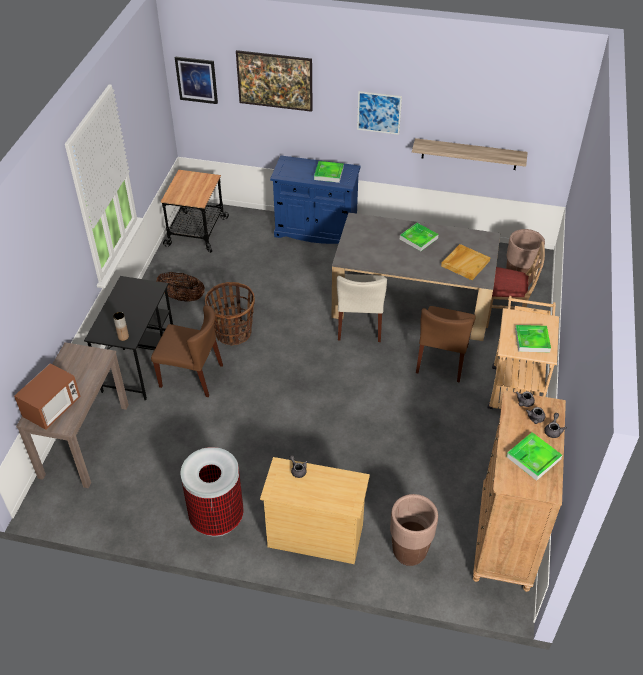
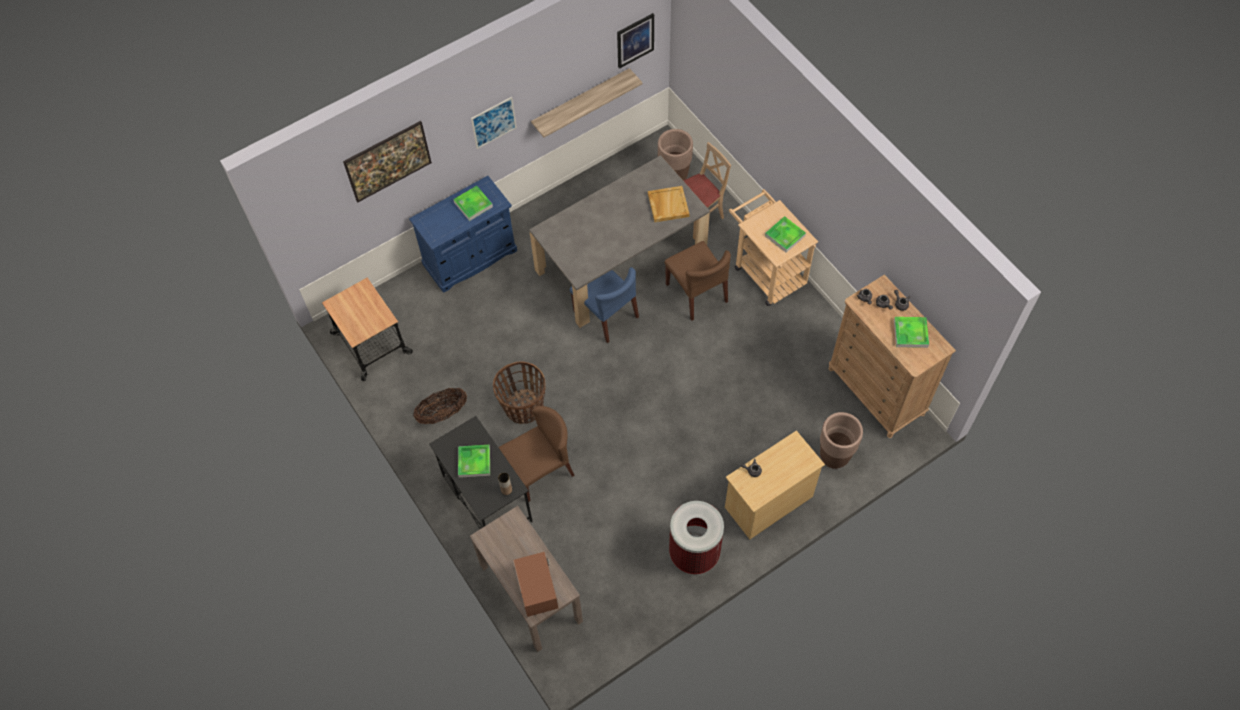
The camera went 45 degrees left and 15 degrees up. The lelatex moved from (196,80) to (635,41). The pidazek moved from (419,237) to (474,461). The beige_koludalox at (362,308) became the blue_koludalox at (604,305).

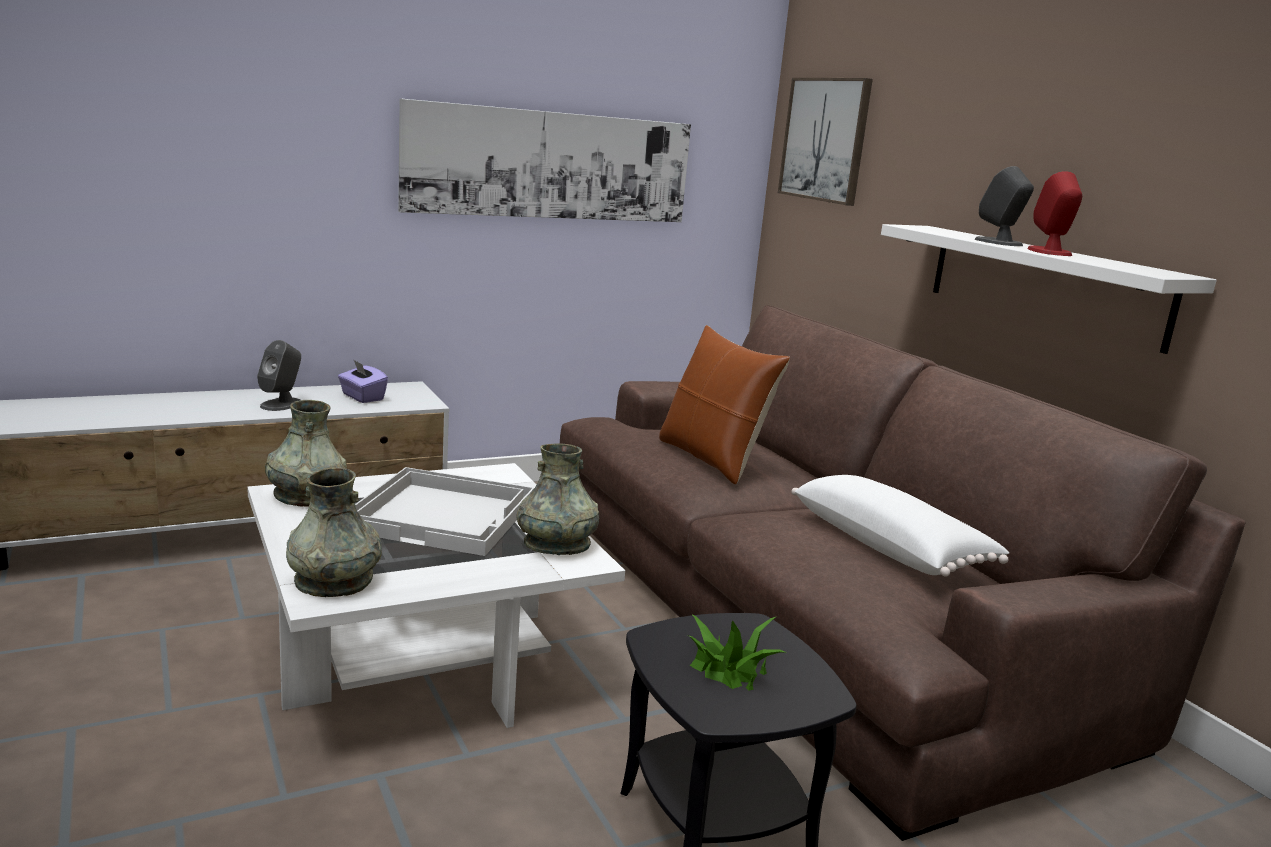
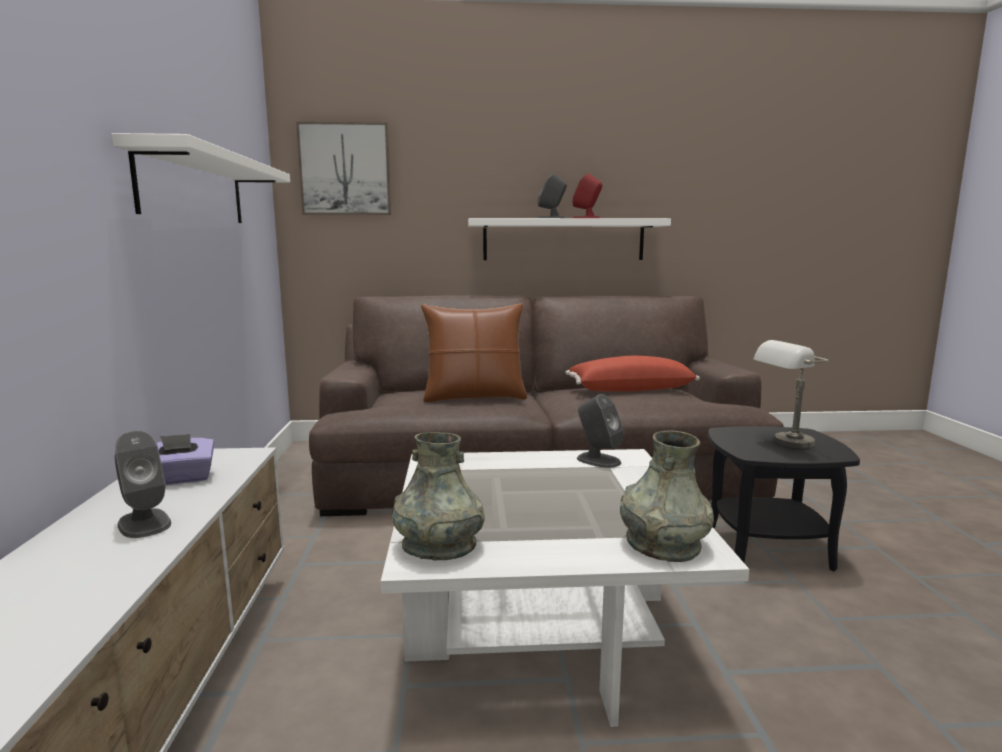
The camera went 65 degrees left and 5 degrees down. The white_pidazek at (444,511) disappeared. The lelatex at (544,160) was replaced by the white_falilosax at (201,178). The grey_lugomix at (558,499) was replaced by the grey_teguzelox at (600,431). The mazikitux at (737,652) was replaced by the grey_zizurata at (791,394). The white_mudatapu at (900,526) became the red_mudatapu at (632,374).

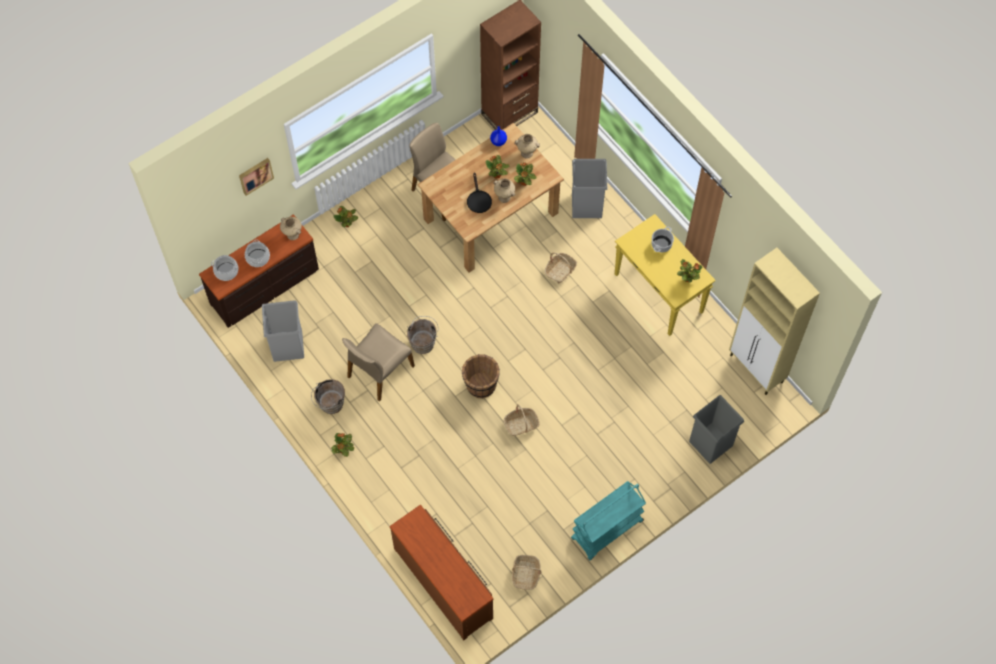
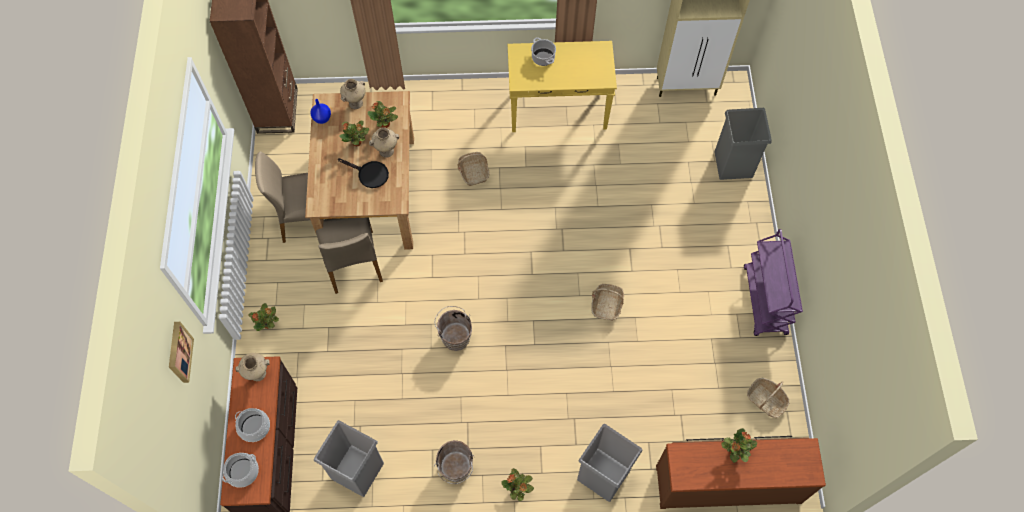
The camera went 55 degrees left and 0 degrees up. The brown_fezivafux at (481,376) disappeared. The beige_koludalox moved from (378,362) to (349,255). The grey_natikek moved from (589,188) to (610,463). The mazikitux moved from (689,271) to (739,445). The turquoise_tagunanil at (608,521) became the purple_tagunanil at (773,282).

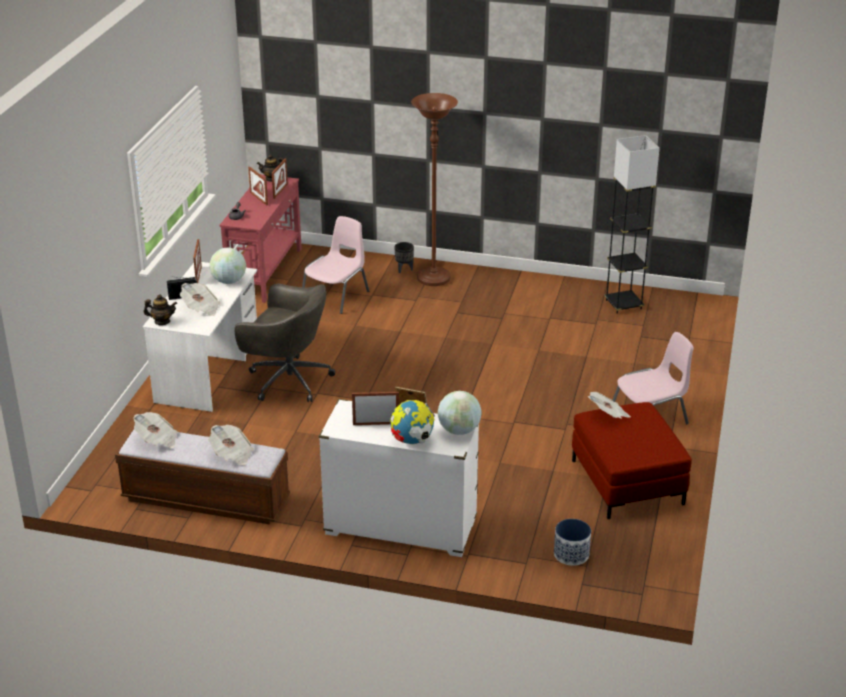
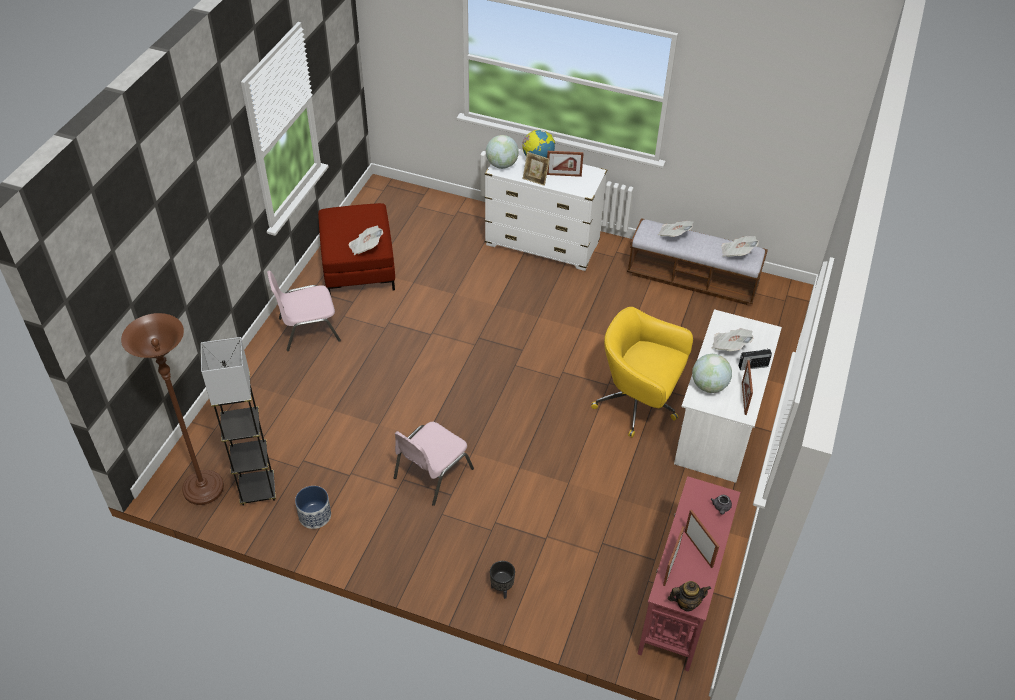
The camera went 175 degrees left and 15 degrees up. The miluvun at (160,310) disappeared. The pink_koludalox moved from (335,265) to (434,464). The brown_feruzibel moved from (434,189) to (172,409). The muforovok moved from (572,542) to (313,507). The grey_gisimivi at (285,343) became the yellow_gisimivi at (642,372).

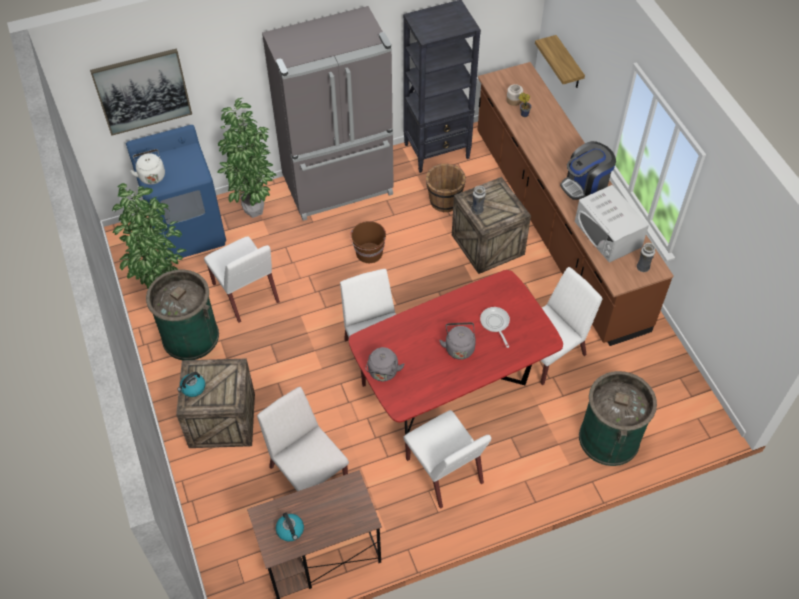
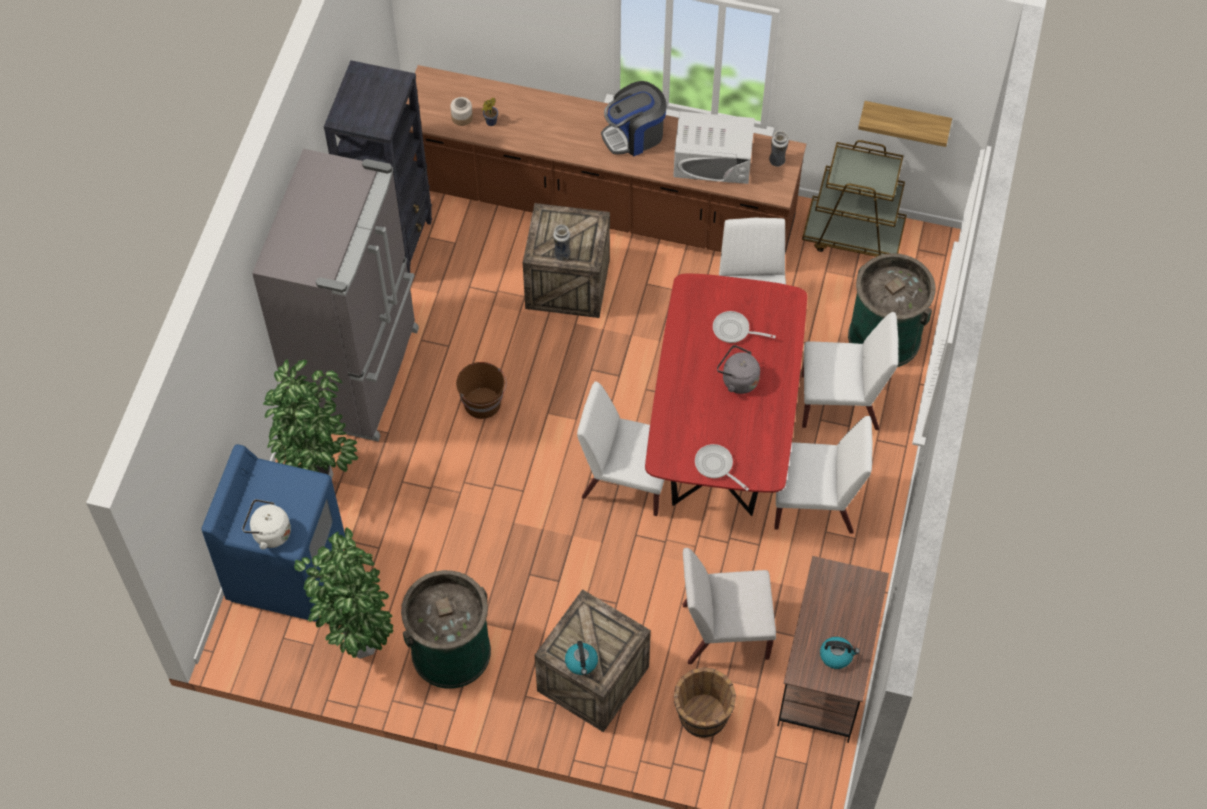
The camera went 55 degrees left and 5 degrees up. The lelatex at (141,92) disappeared. The brown_tagunanil at (854,198) appeared. The white_koludalox moved from (242,279) to (850,371). The brown_fezivafux moved from (446,188) to (705,702). The falilosax moved from (560,61) to (905,124). The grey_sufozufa at (385,364) was replaced by the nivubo at (722,467). The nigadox at (588,170) turned 60 degrees clockwise.

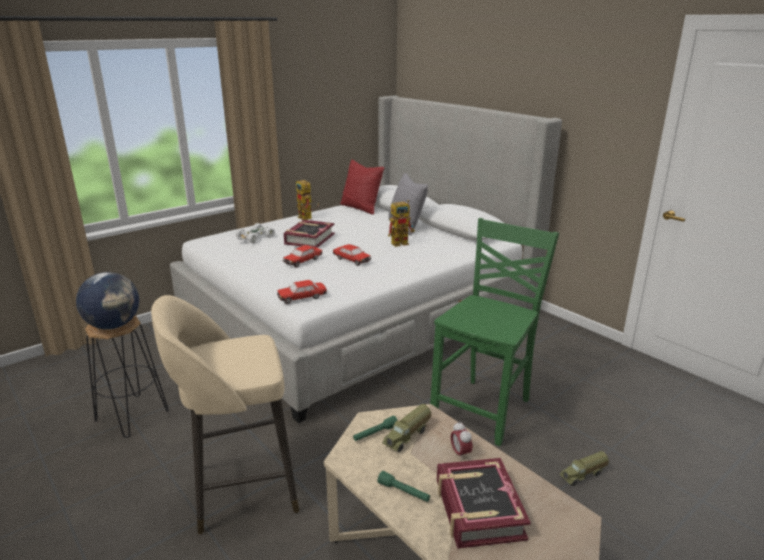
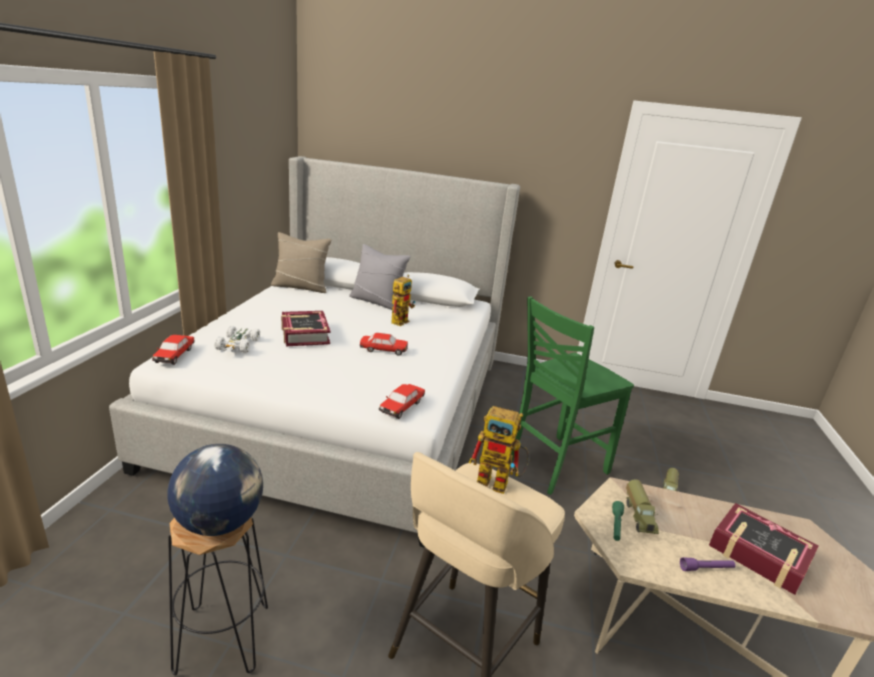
The camera went 40 degrees left and 0 degrees up. The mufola at (462,441) disappeared. The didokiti moved from (302,256) to (173,350). The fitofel moved from (307,200) to (499,450). The red_mudatapu at (362,187) became the beige_mudatapu at (301,262). The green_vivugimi at (403,486) became the purple_vivugimi at (708,564). The green_koludalox at (494,332) turned 120 degrees counterclockwise.

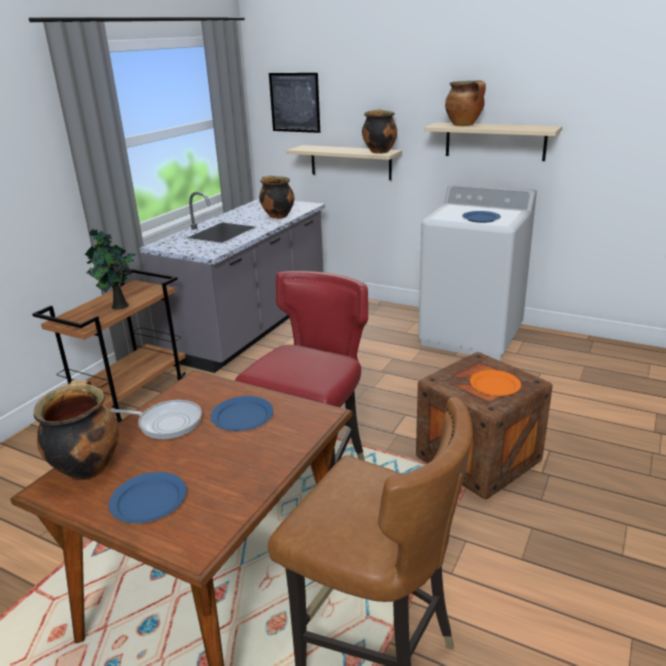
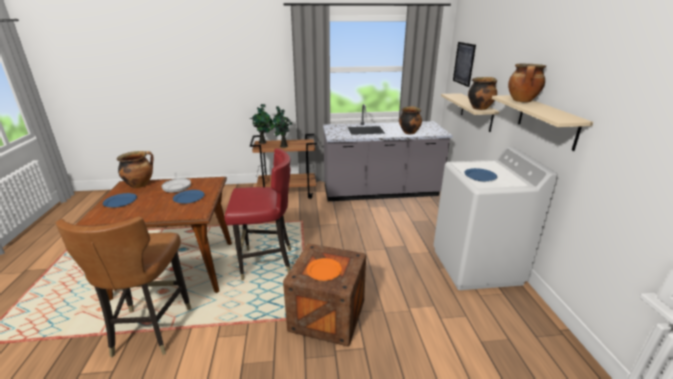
The camera went 55 degrees right and 0 degrees up. The mazikitux at (261,124) appeared.

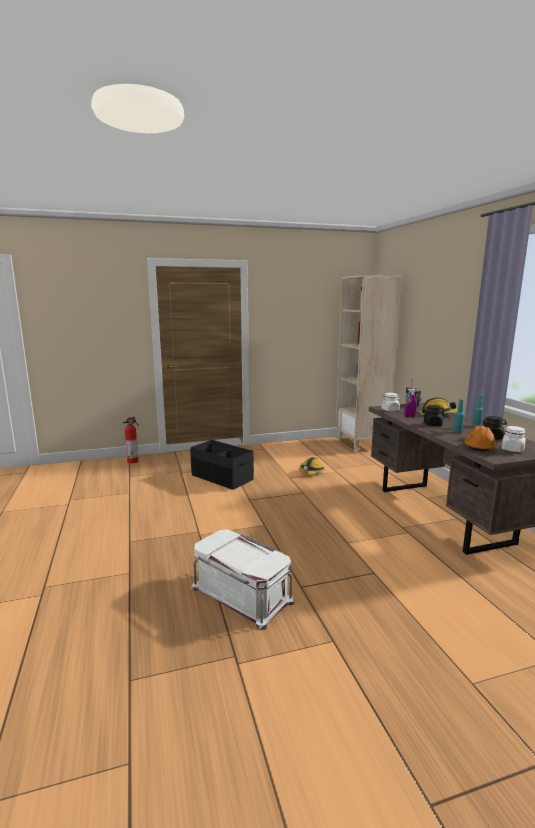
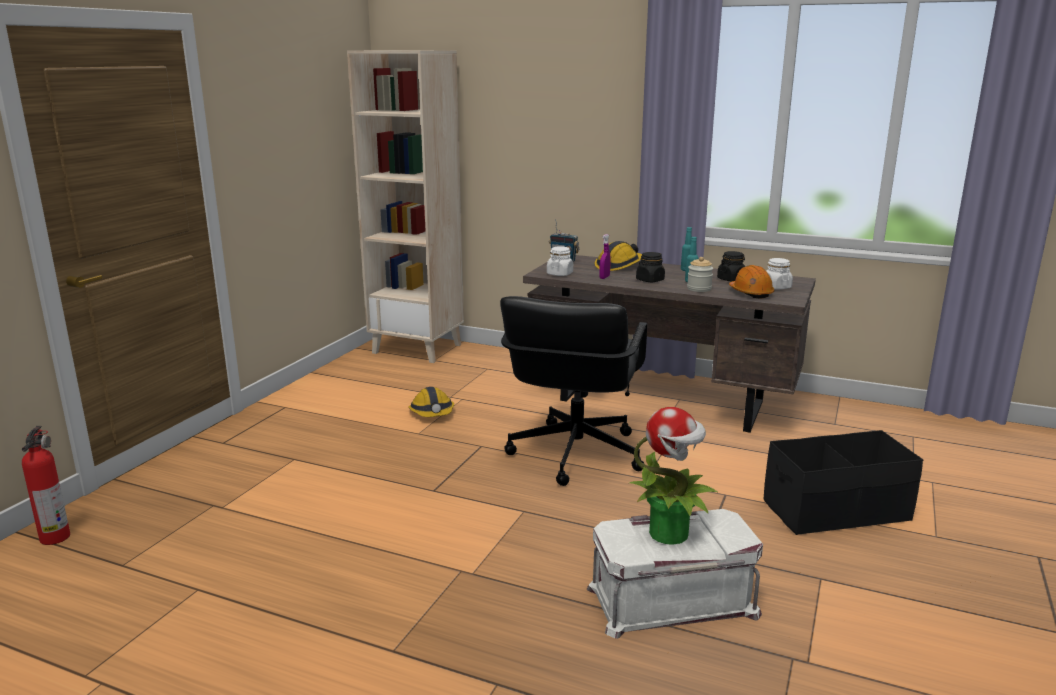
The camera went 50 degrees left and 5 degrees up. The black_gisimivi at (573,391) appeared. The mazikitux at (673,476) appeared. The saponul at (700,274) appeared. The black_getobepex moved from (222,465) to (843,482).

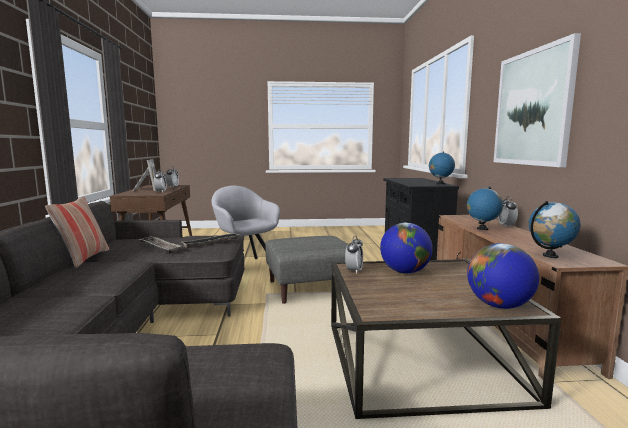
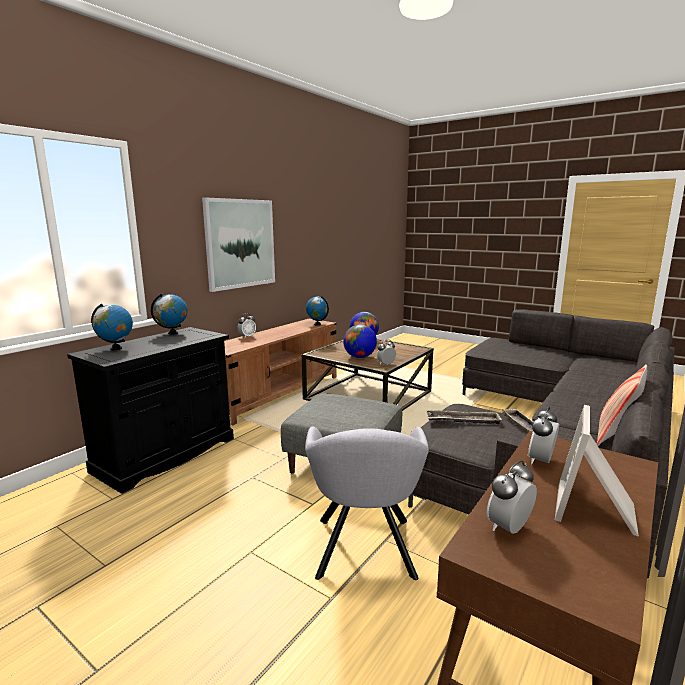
The camera went 140 degrees left and 5 degrees up. The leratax moved from (485,208) to (112,327).

